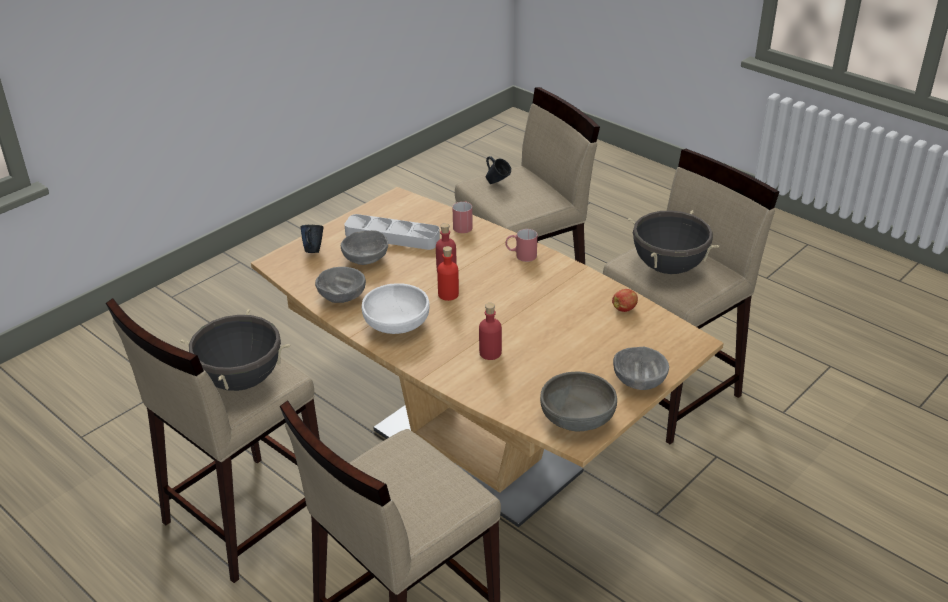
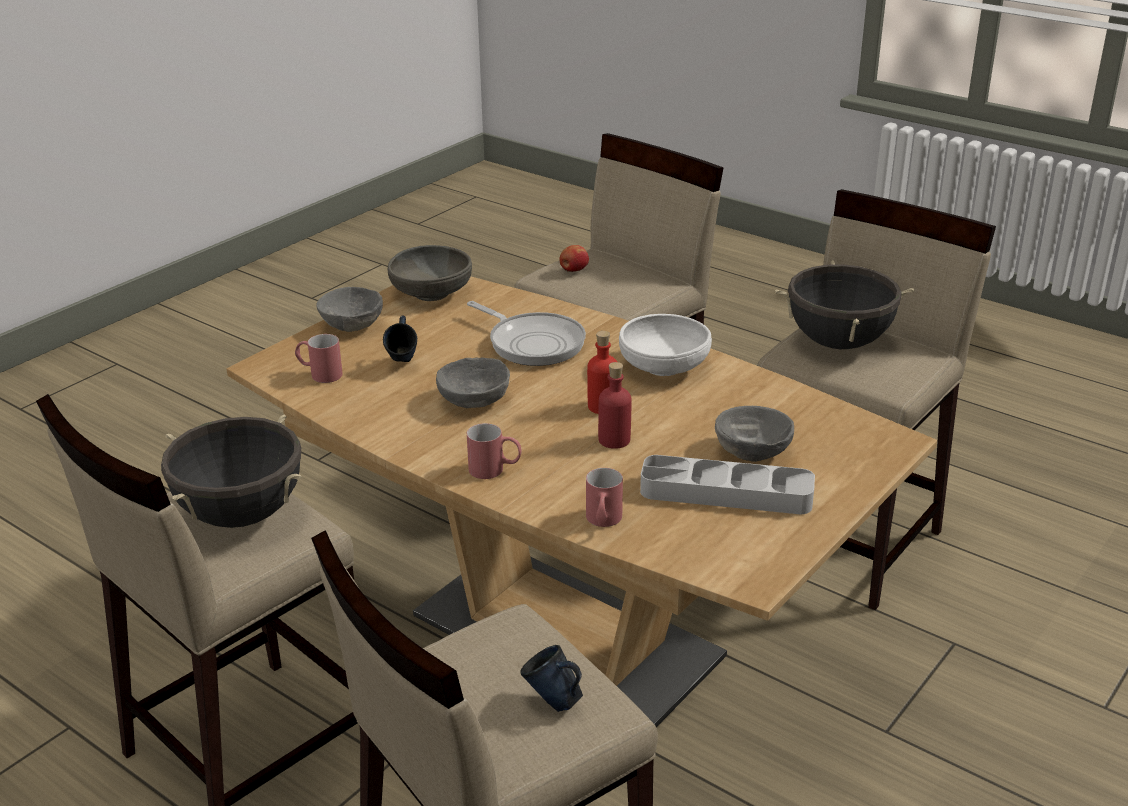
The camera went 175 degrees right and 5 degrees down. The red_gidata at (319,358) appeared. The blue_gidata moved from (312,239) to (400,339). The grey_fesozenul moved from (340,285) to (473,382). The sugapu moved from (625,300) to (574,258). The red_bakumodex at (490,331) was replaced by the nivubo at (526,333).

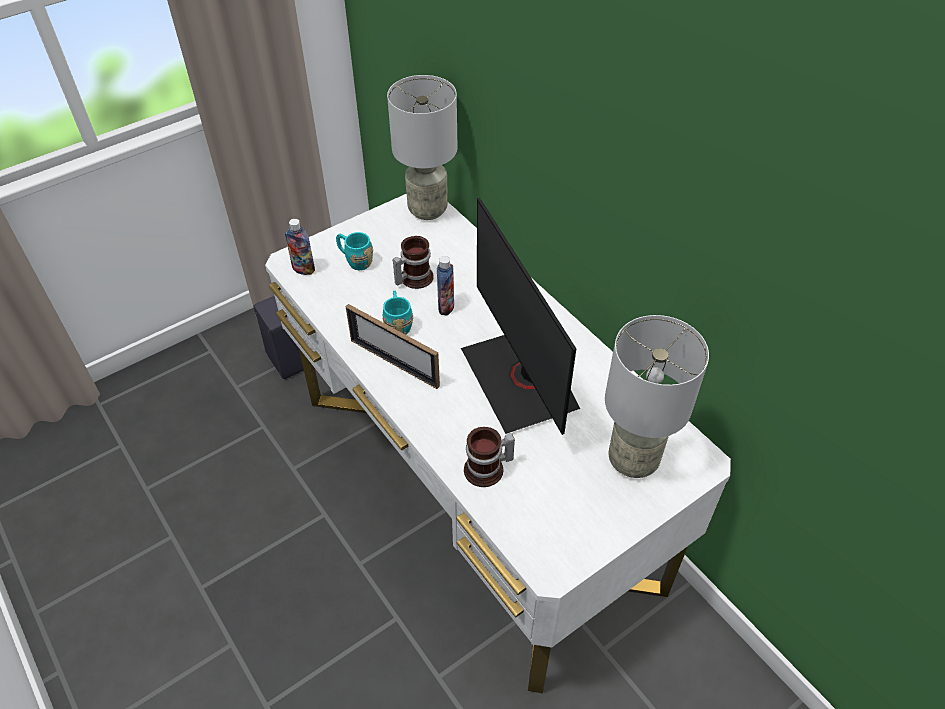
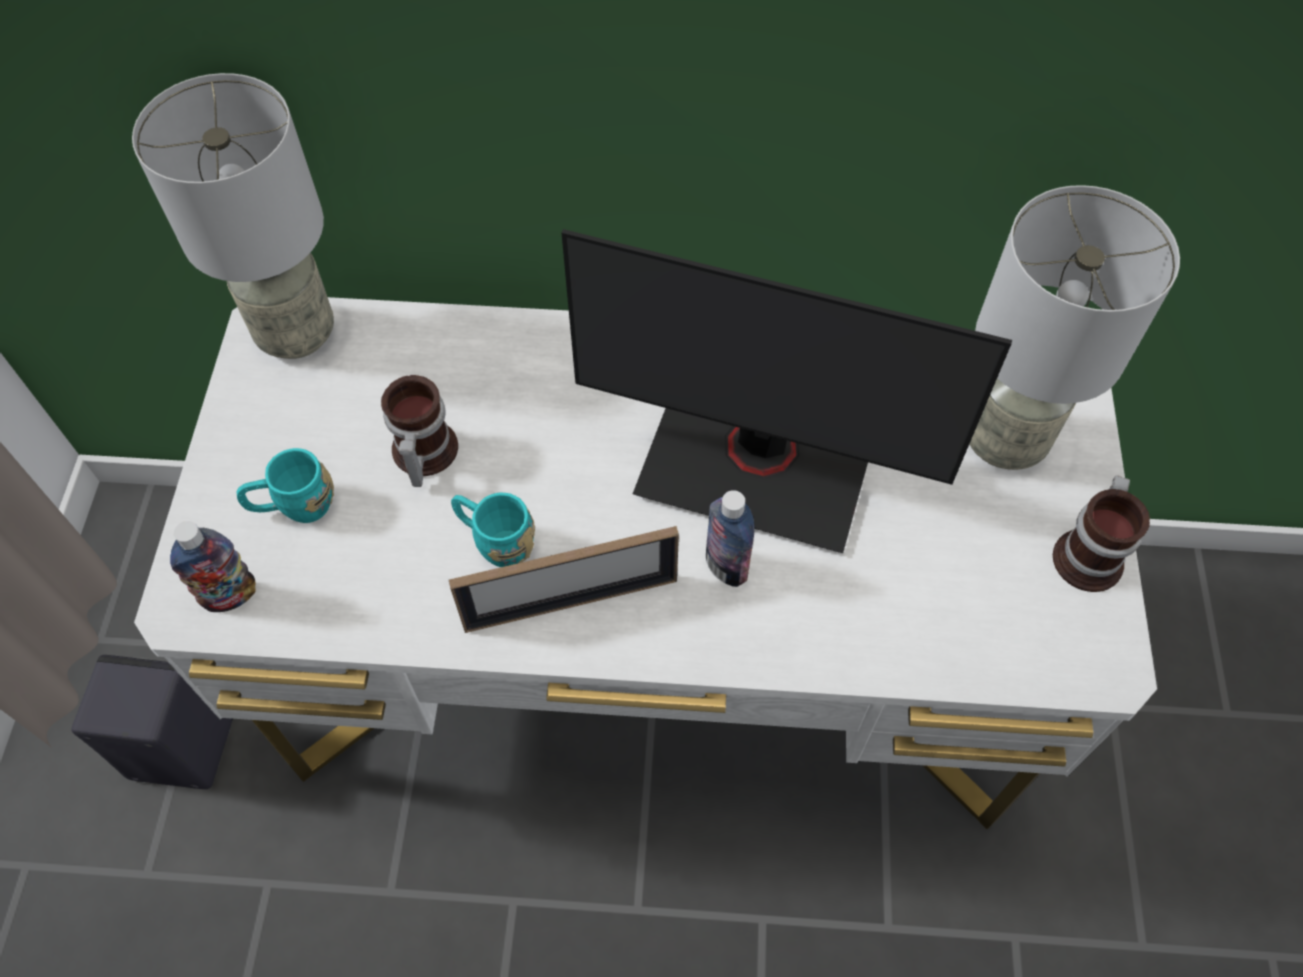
The camera went 50 degrees left and 10 degrees up. The bakumodex moved from (445,286) to (730,538). The gidata moved from (489,457) to (1101,533).

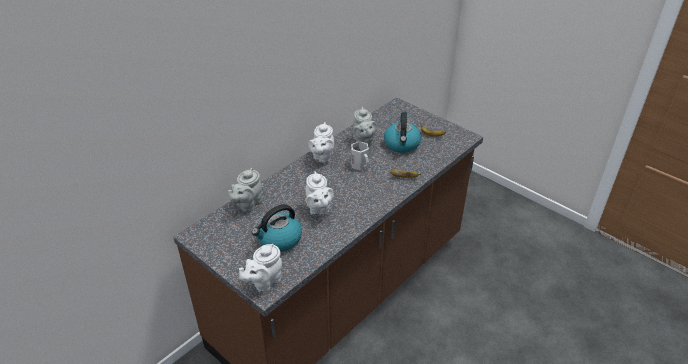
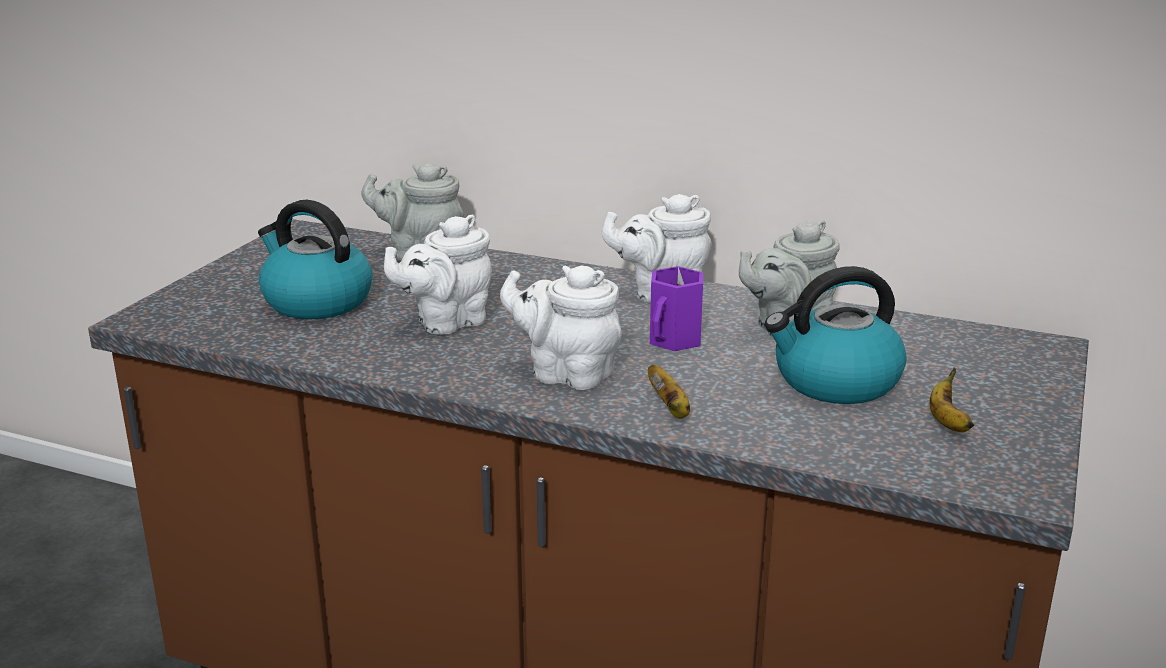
The camera went 70 degrees right and 15 degrees down. The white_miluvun moved from (260,268) to (561,327). The white_gidata at (360,155) became the purple_gidata at (676,308).

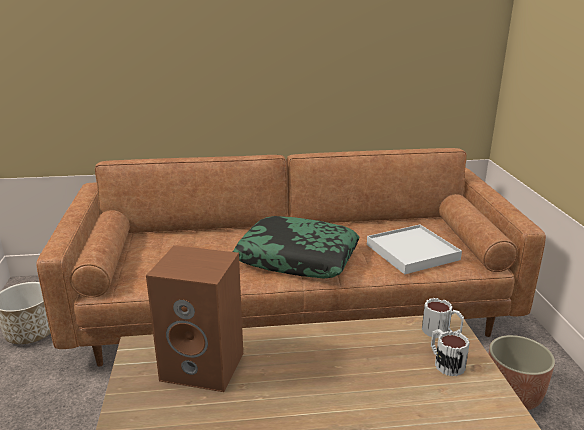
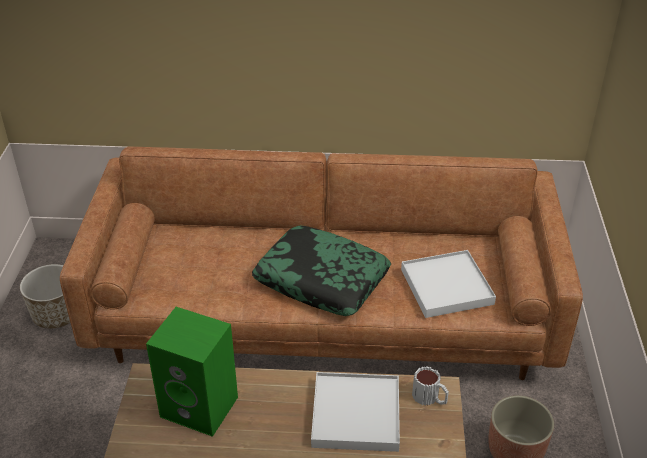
The camera went 10 degrees right and 15 degrees up. The gidata at (450,352) disappeared. The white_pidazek at (355,412) appeared. The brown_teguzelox at (194,318) became the green_teguzelox at (192,372).

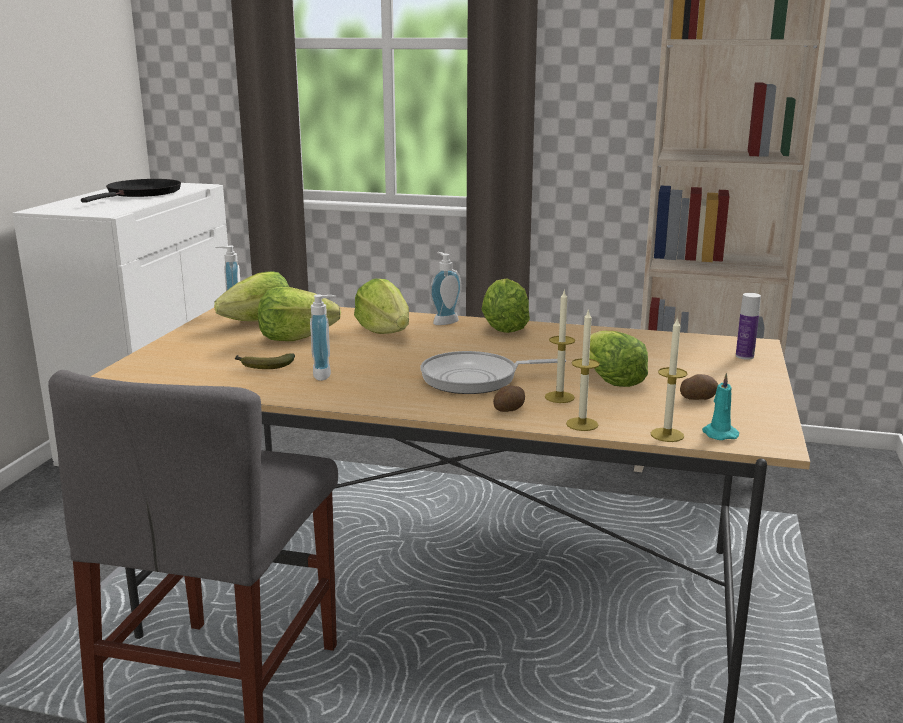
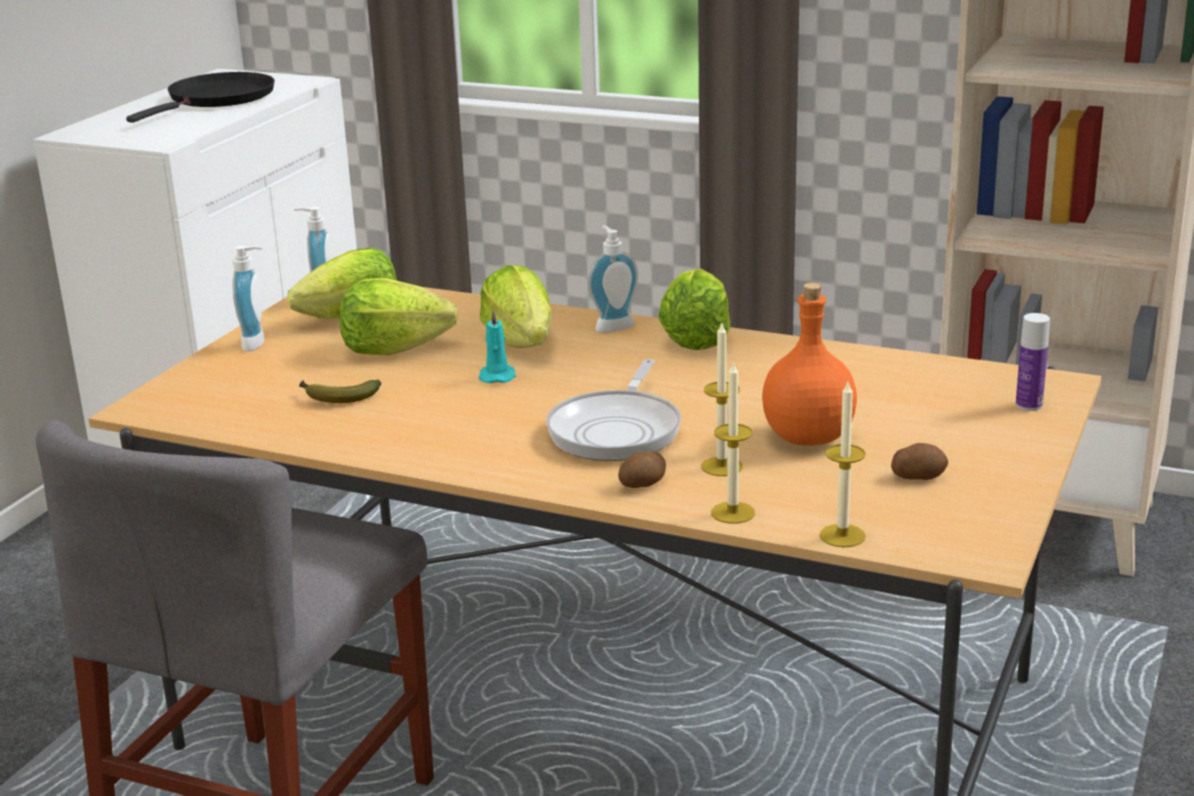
The camera went 10 degrees right and 5 degrees up. The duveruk moved from (323,338) to (248,299). The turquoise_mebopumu moved from (720,406) to (497,346). The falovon at (618,358) was replaced by the orange_bakumodex at (809,364). The nivubo at (493,372) turned 75 degrees counterclockwise.

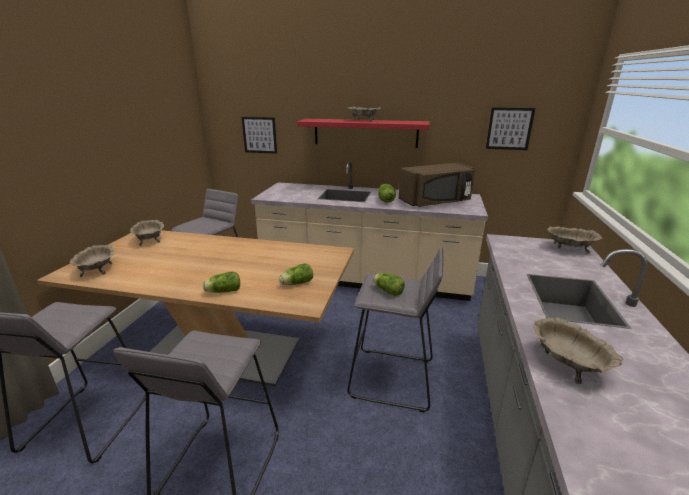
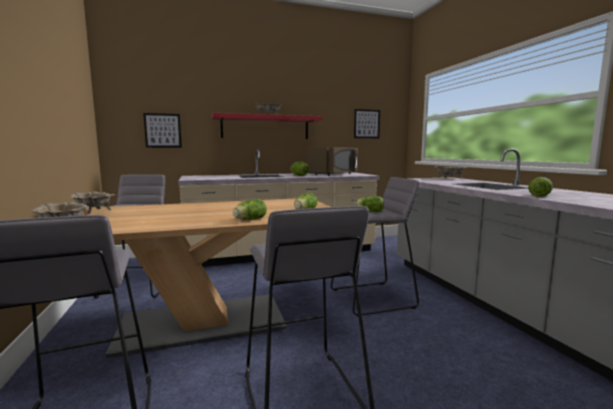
The camera went 30 degrees left and 15 degrees down. The beige_fesozenul at (578,350) was replaced by the falovon at (540,187).

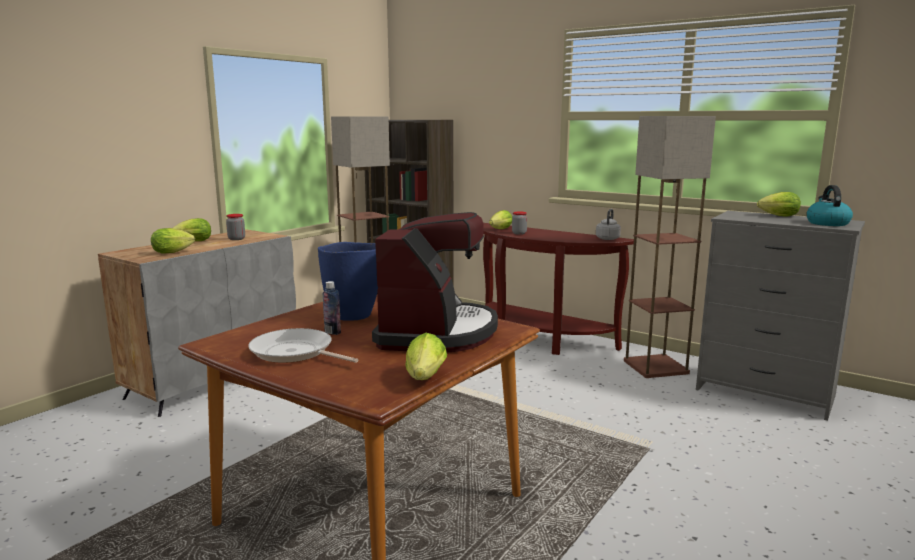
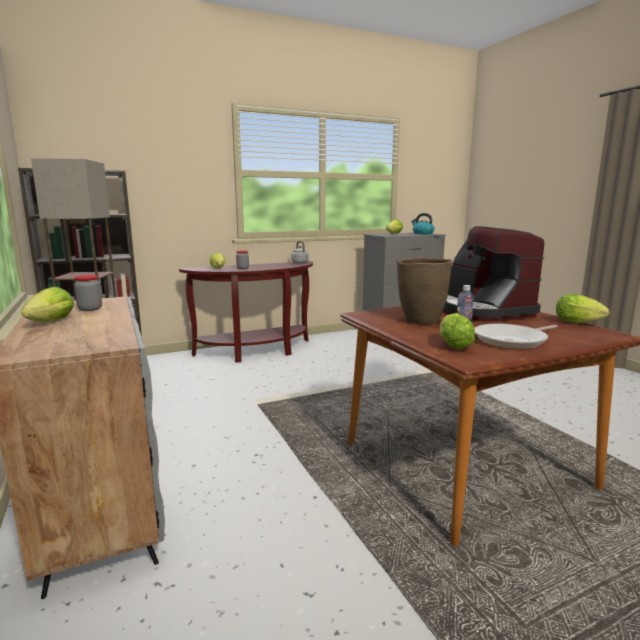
The camera went 60 degrees left and 0 degrees up. The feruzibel at (670,247) disappeared. The falovon moved from (173,241) to (457,331). The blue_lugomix at (348,281) became the brown_lugomix at (424,290). The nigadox at (435,282) turned 150 degrees counterclockwise.

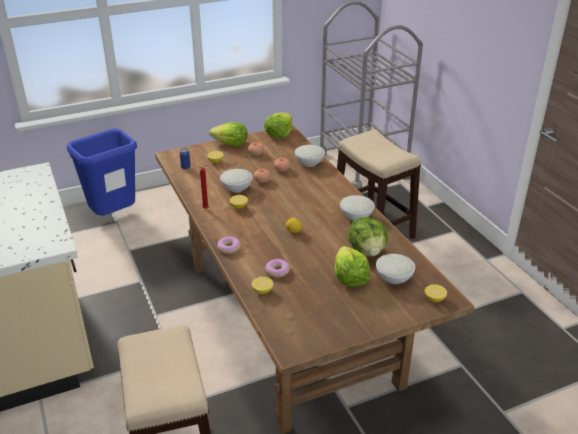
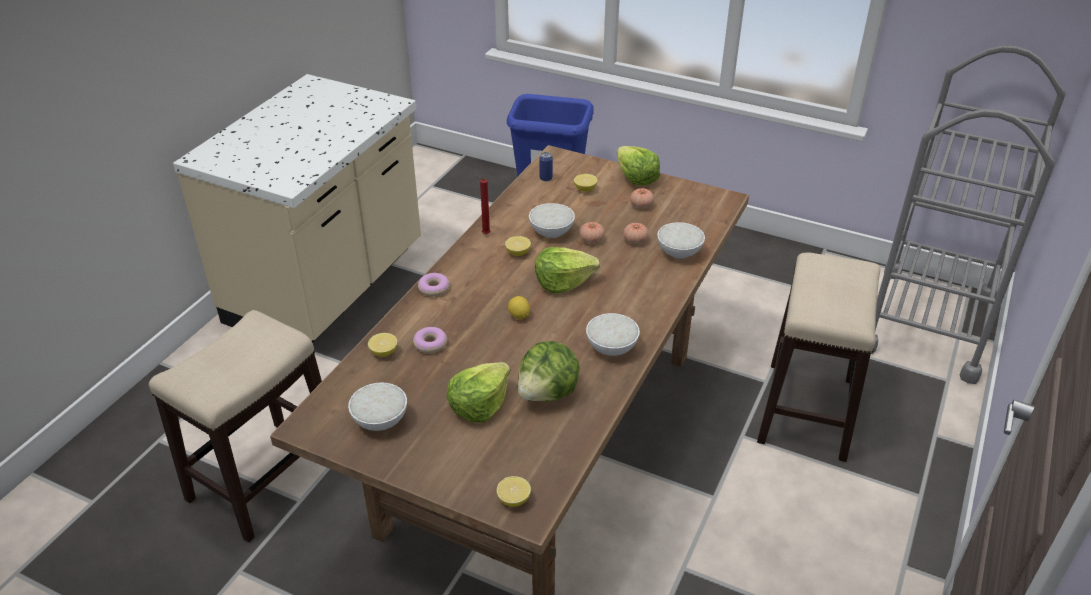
The camera went 50 degrees right and 5 degrees up. The falovon moved from (278,126) to (567,270). The white_fesozenul moved from (395,269) to (377,407).

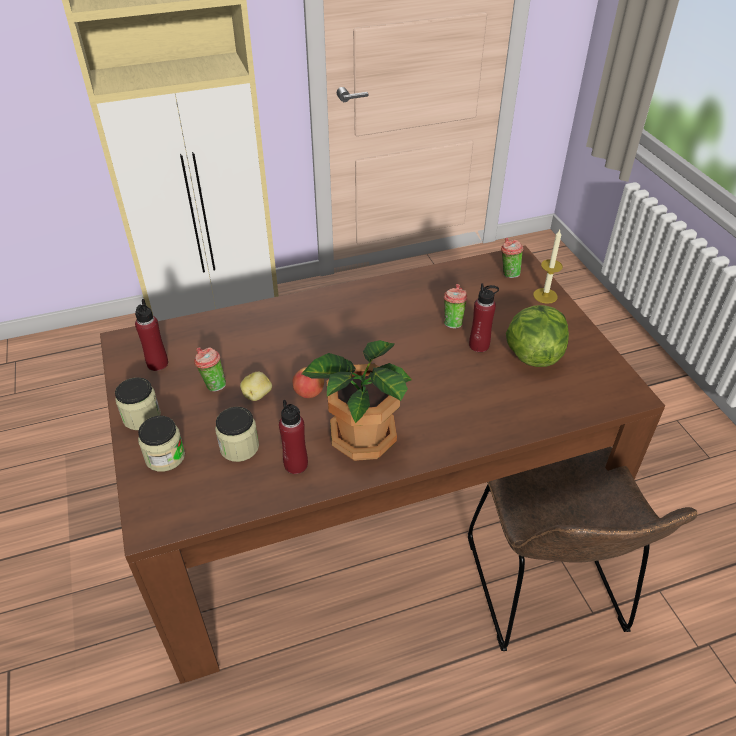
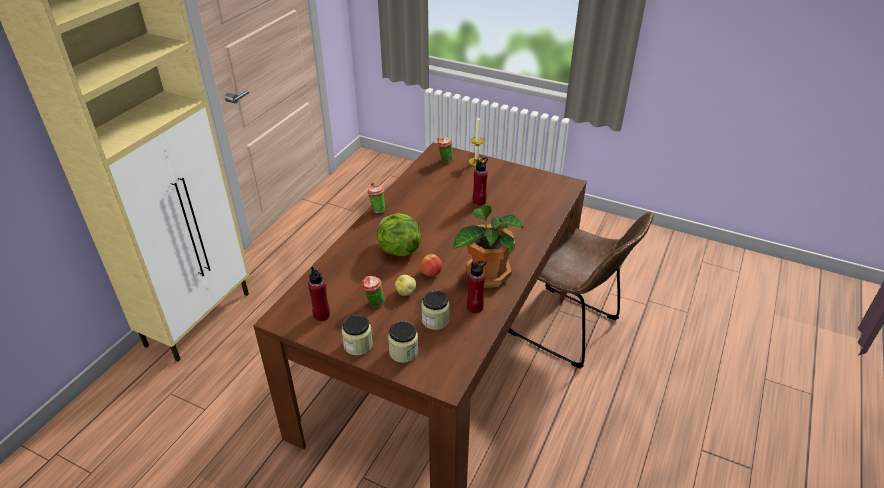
The camera went 45 degrees left and 5 degrees down. The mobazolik moved from (455,306) to (376,198). The falovon moved from (537,336) to (399,235).

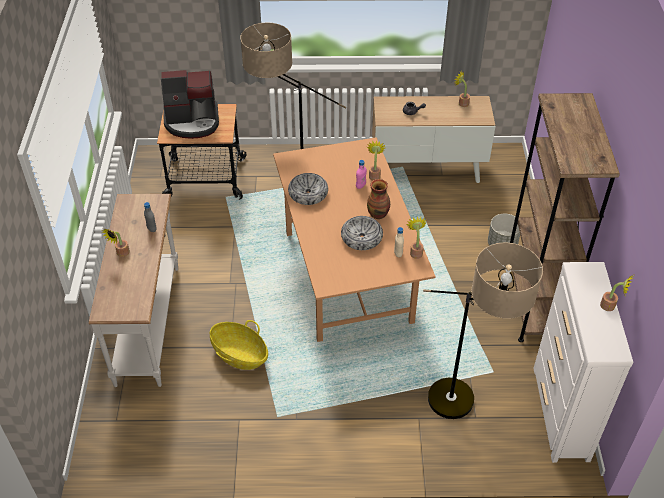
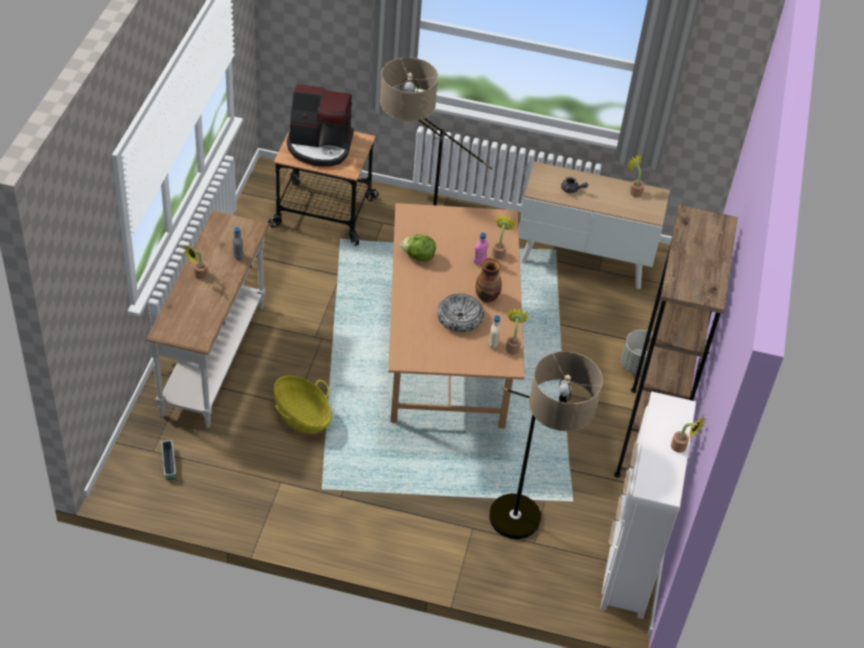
The camera went 10 degrees right and 0 degrees up. The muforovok at (168,460) appeared. The fesozenul at (308,189) was replaced by the falovon at (418,248).

